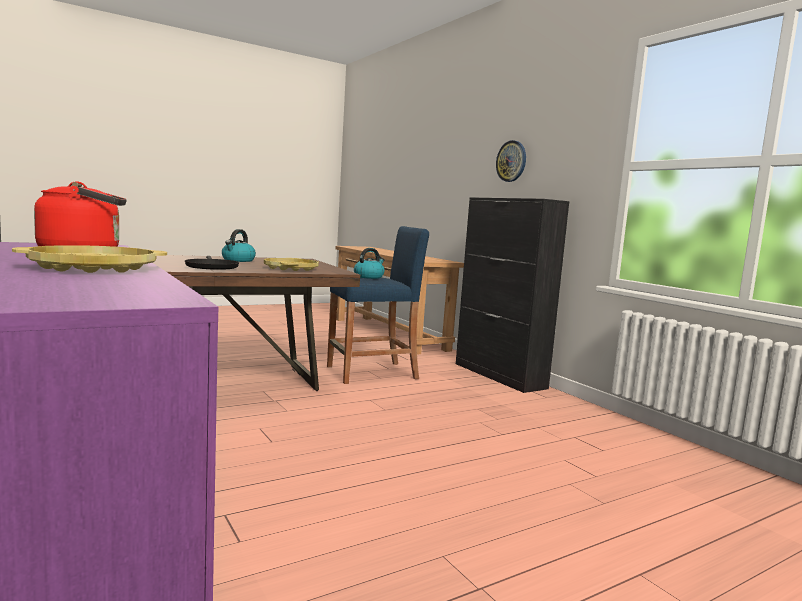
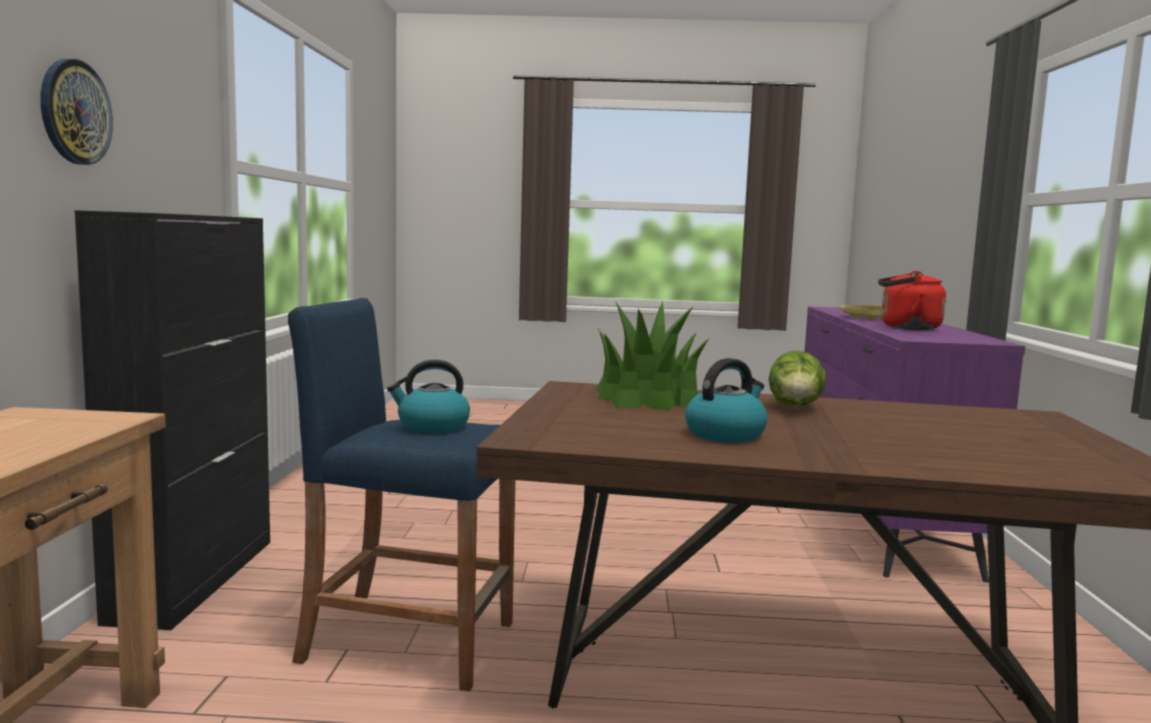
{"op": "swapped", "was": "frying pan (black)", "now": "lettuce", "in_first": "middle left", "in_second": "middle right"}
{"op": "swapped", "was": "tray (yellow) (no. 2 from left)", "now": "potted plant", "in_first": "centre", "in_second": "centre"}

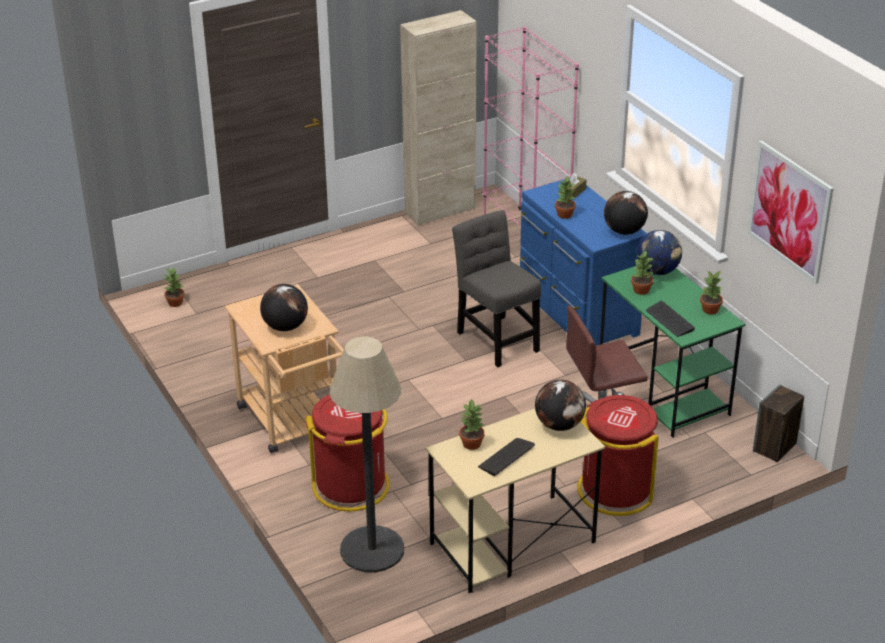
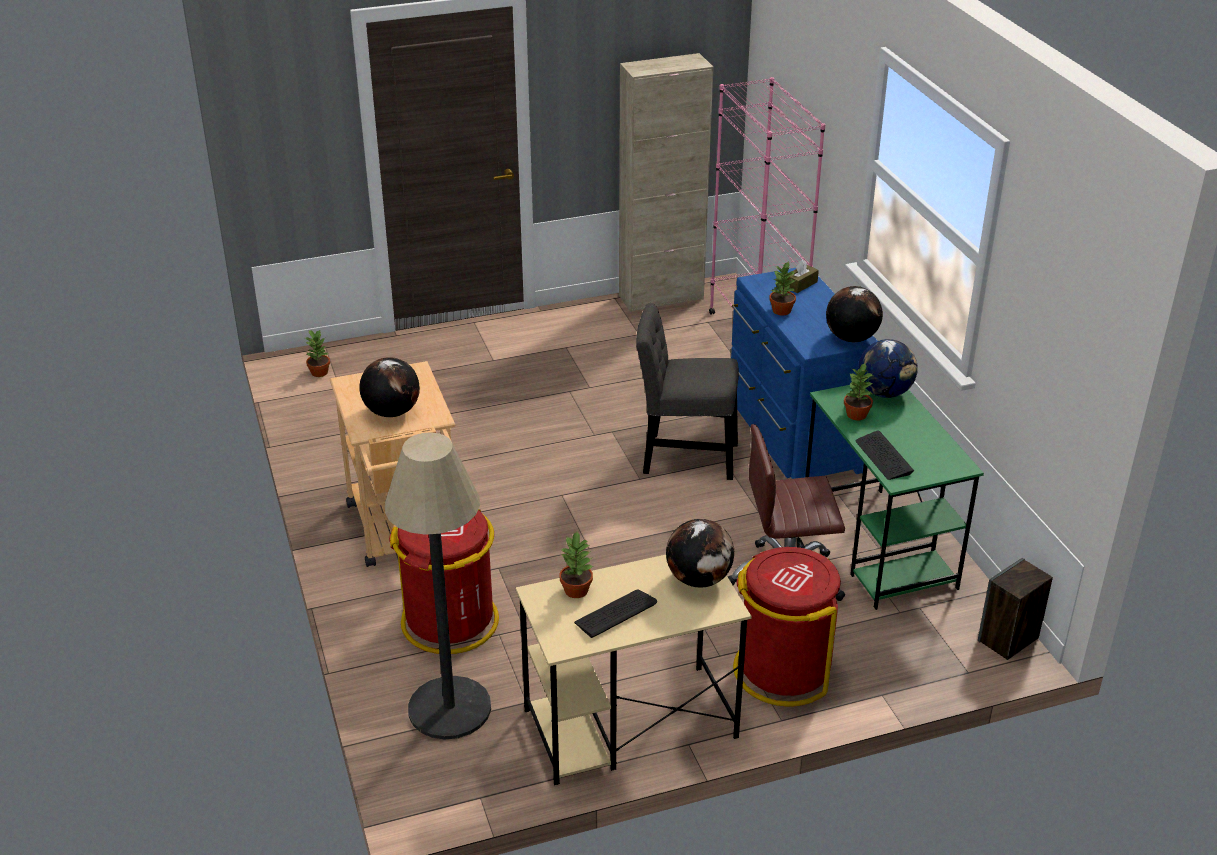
{"op": "rotated", "was": "chair (grey)", "in_first": "centre", "in_second": "centre", "clockwise": -60}
{"op": "gone", "was": "potted plant (no. 5 from left)", "in_first": "middle right"}
{"op": "gone", "was": "picture", "in_first": "top right"}

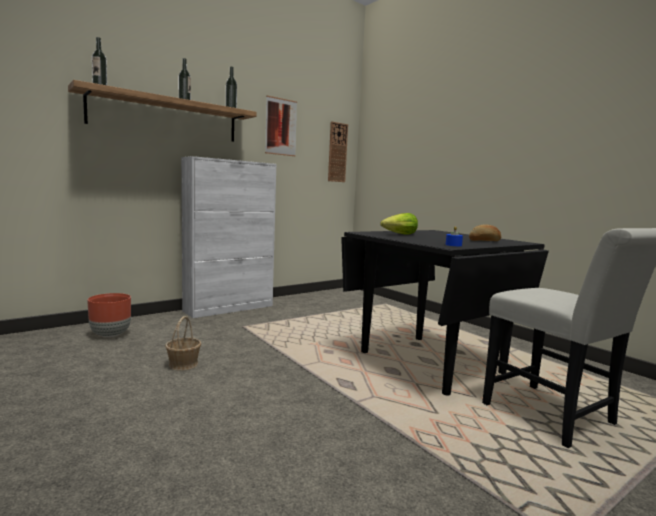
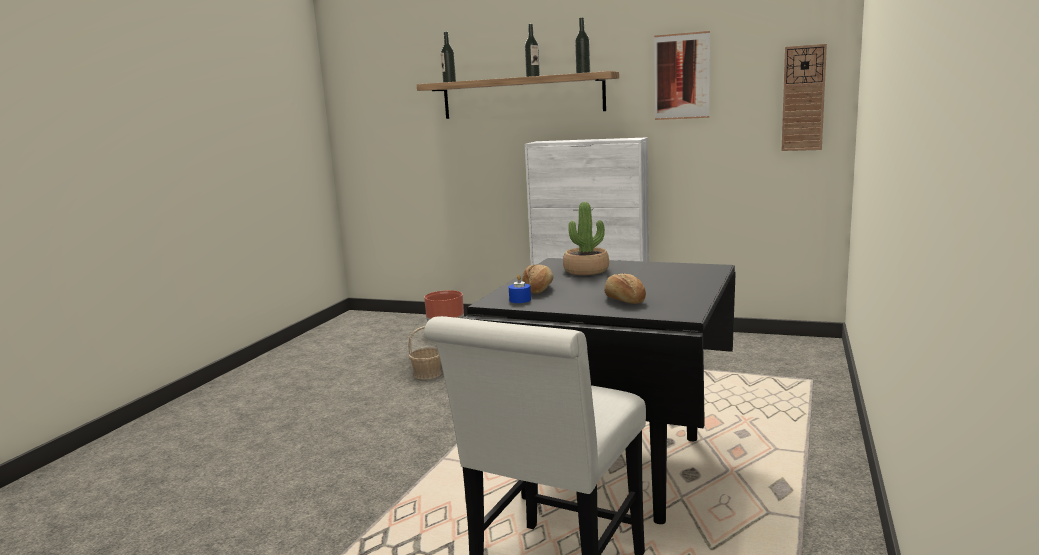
{"op": "swapped", "was": "lettuce", "now": "potted plant", "in_first": "centre", "in_second": "centre"}
{"op": "new", "now": "bread (no. 1 from left)", "in_second": "centre"}

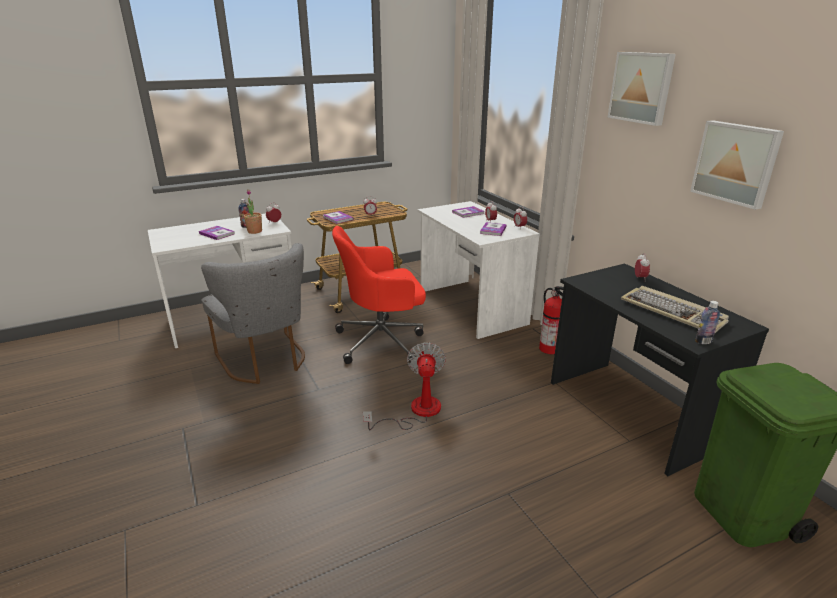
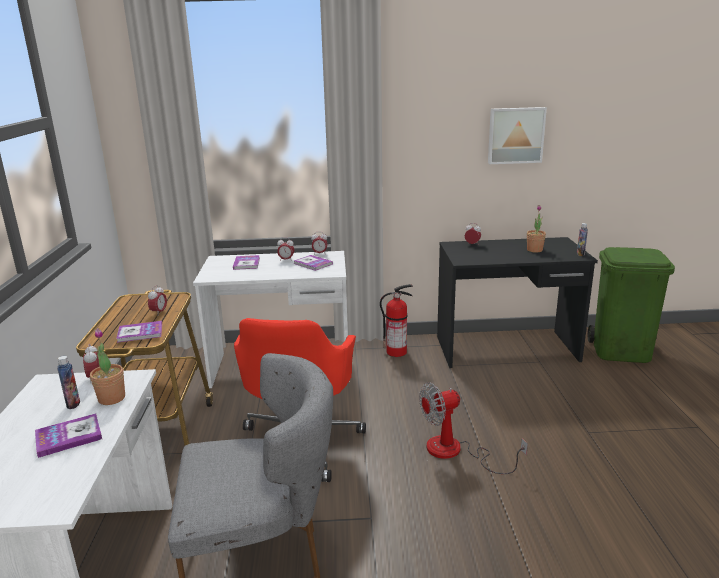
{"op": "rotated", "was": "fan", "in_first": "centre", "in_second": "bottom centre", "clockwise": -45}
{"op": "gone", "was": "picture (no. 1 from left)", "in_first": "top right"}
{"op": "swapped", "was": "keyboard", "now": "potted plant (no. 2 from left)", "in_first": "middle right", "in_second": "middle right"}

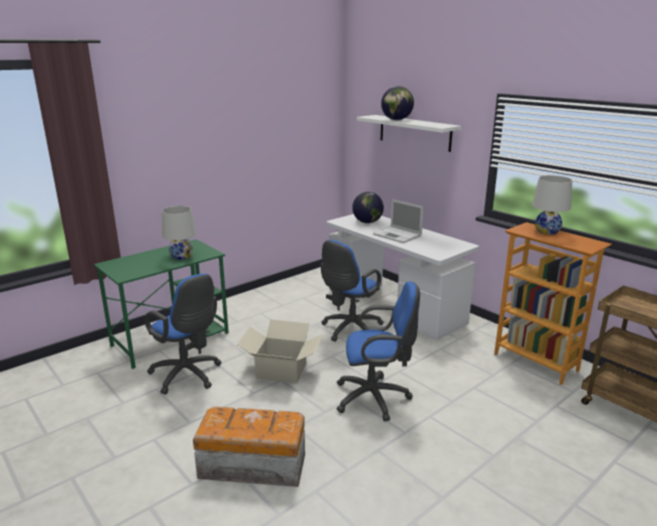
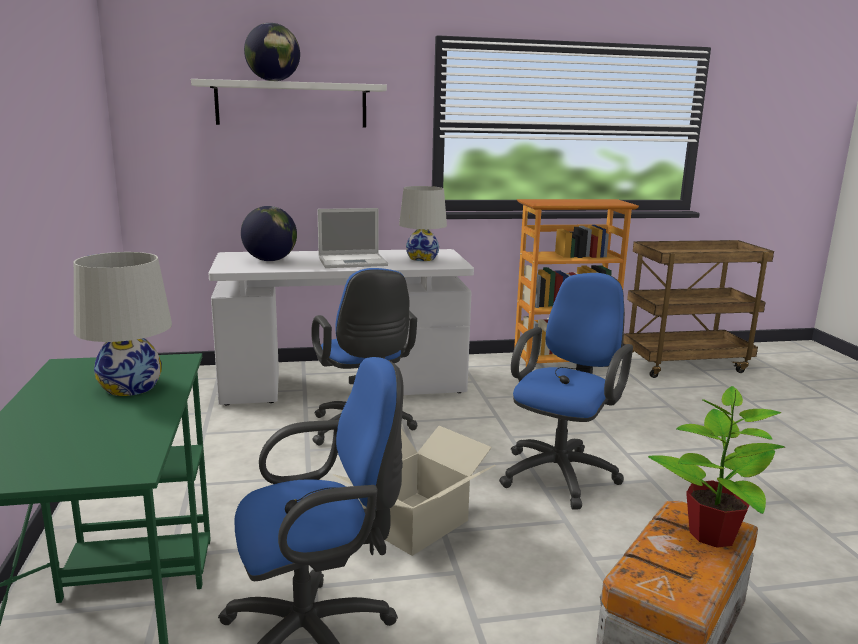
{"op": "shifted", "was": "table lamp (white) (no. 2 from left)", "in_first": "middle right", "in_second": "centre"}
{"op": "new", "now": "potted plant", "in_second": "bottom right"}

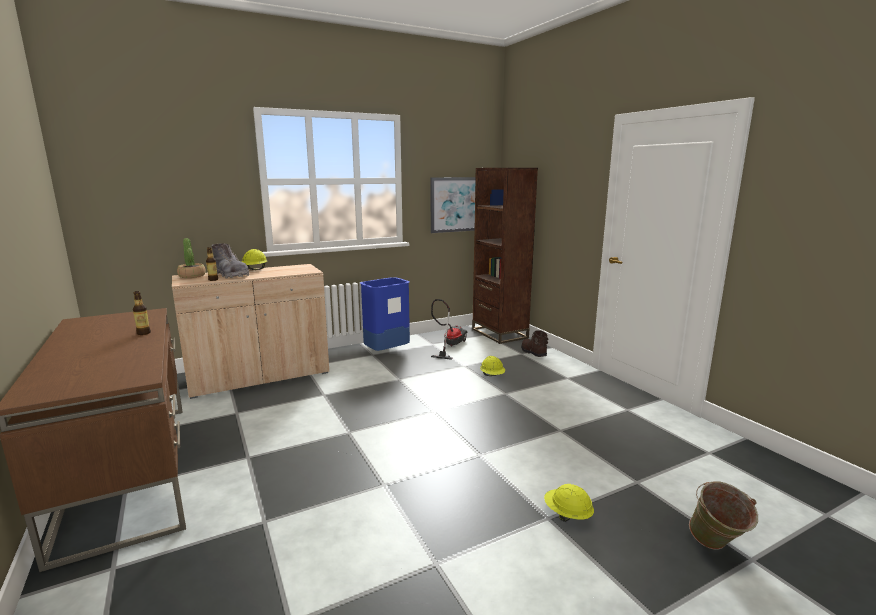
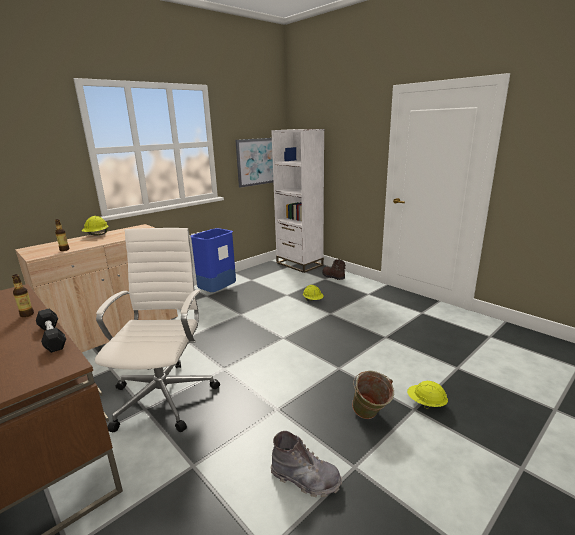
{"op": "gone", "was": "potted plant", "in_first": "middle left"}
{"op": "shifted", "was": "boot (grey)", "in_first": "middle left", "in_second": "bottom centre"}
{"op": "gone", "was": "vacuum cleaner", "in_first": "centre"}
{"op": "repainted", "was": "bookcase (brown)", "now": "bookcase (white)", "in_first": "centre", "in_second": "centre"}
{"op": "shifted", "was": "bucket (green)", "in_first": "bottom right", "in_second": "bottom centre"}
{"op": "new", "now": "dumbbell (black)", "in_second": "middle left"}
{"op": "new", "now": "office chair (white)", "in_second": "middle left"}

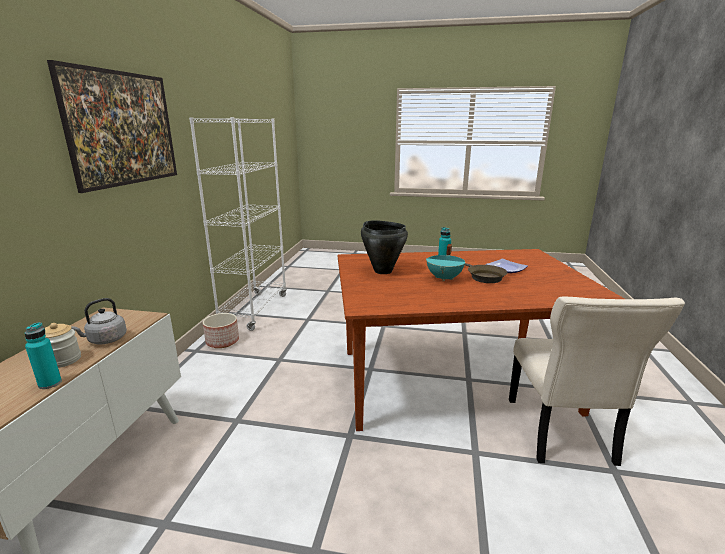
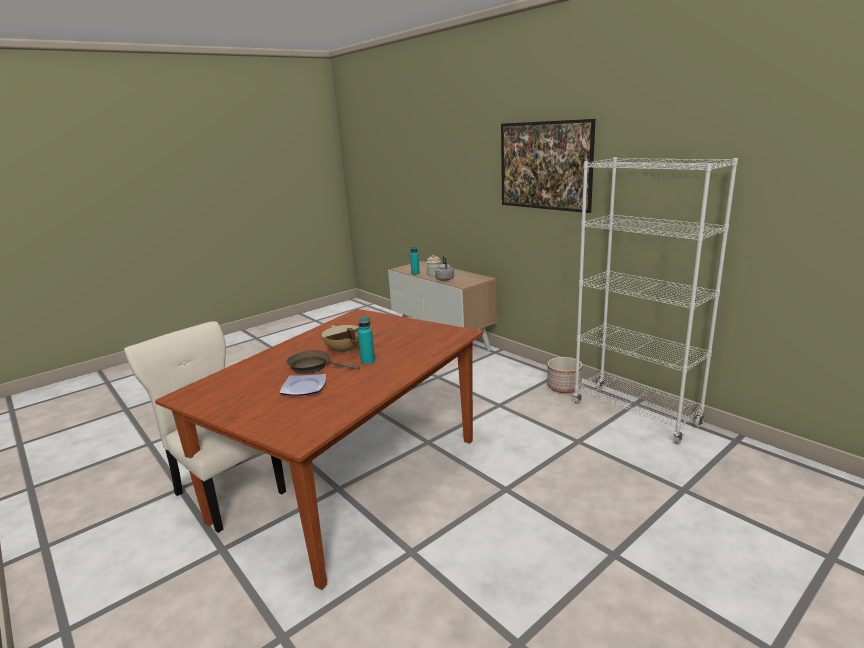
{"op": "gone", "was": "cooking pot (black)", "in_first": "centre"}
{"op": "repainted", "was": "cooking pot (turquoise)", "now": "cooking pot (beige)", "in_first": "centre", "in_second": "centre"}

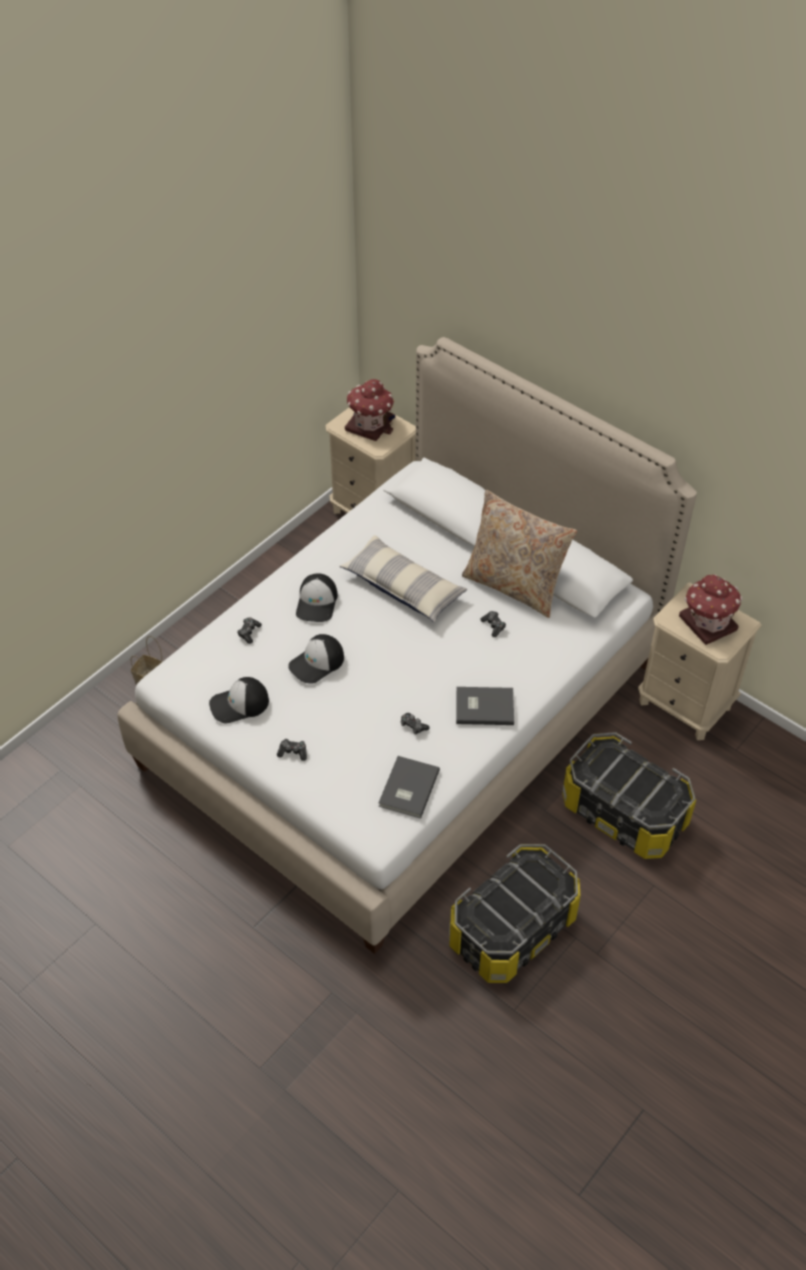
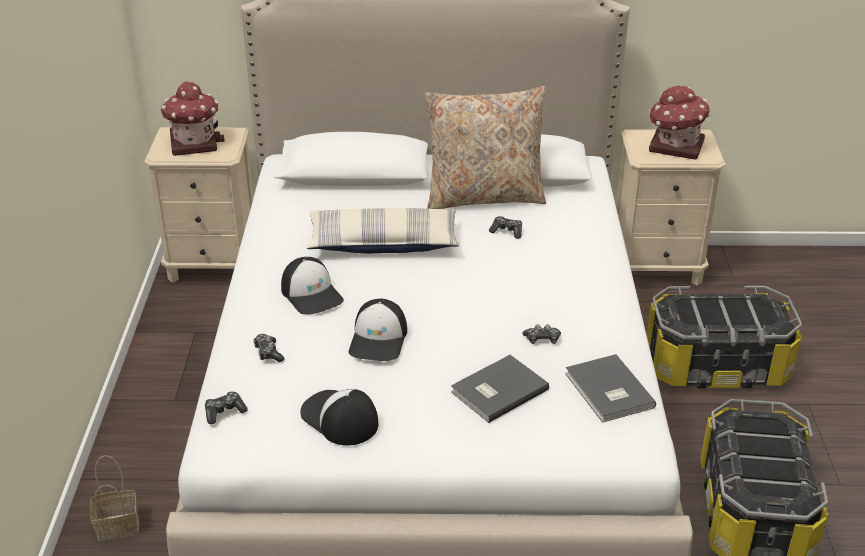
{"op": "rotated", "was": "cap (no. 1 from left in the first image)", "in_first": "middle left", "in_second": "bottom centre", "clockwise": 105}
{"op": "shifted", "was": "game controller (no. 2 from left in the first image)", "now": "game controller (no. 1 from left)", "in_first": "centre", "in_second": "bottom left"}
{"op": "shifted", "was": "book (grey) (no. 2 from left in the first image)", "now": "book (grey) (no. 1 from left)", "in_first": "centre", "in_second": "bottom centre"}

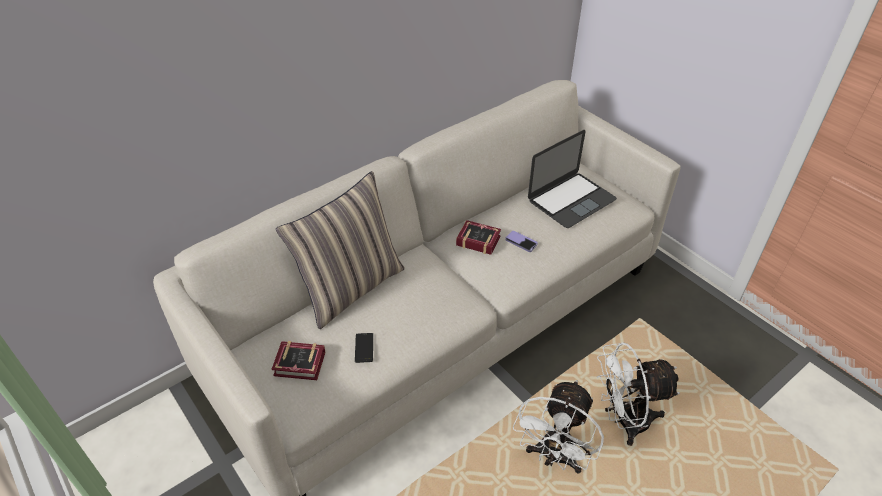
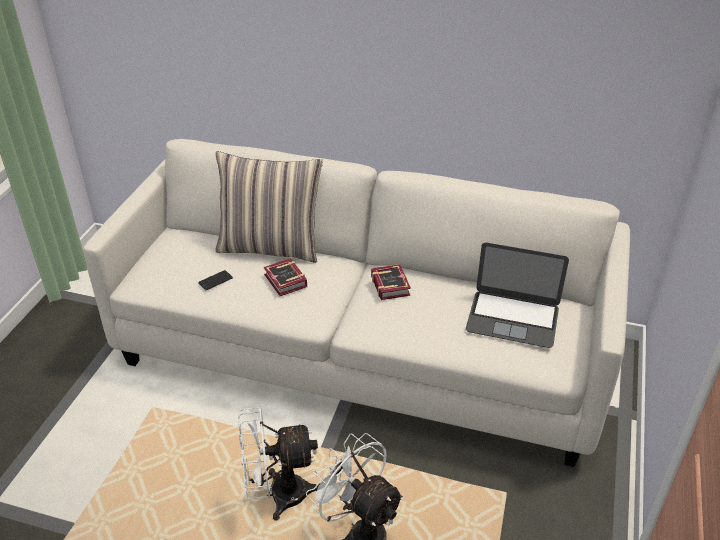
{"op": "shifted", "was": "book (no. 1 from left)", "in_first": "bottom centre", "in_second": "centre"}
{"op": "gone", "was": "phone (no. 2 from left)", "in_first": "centre"}

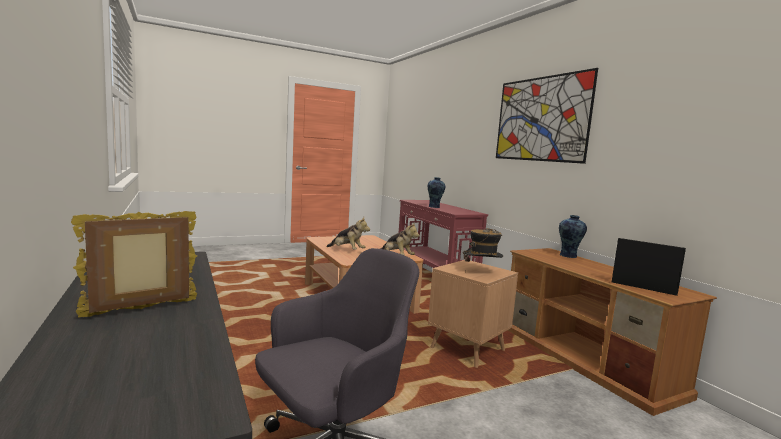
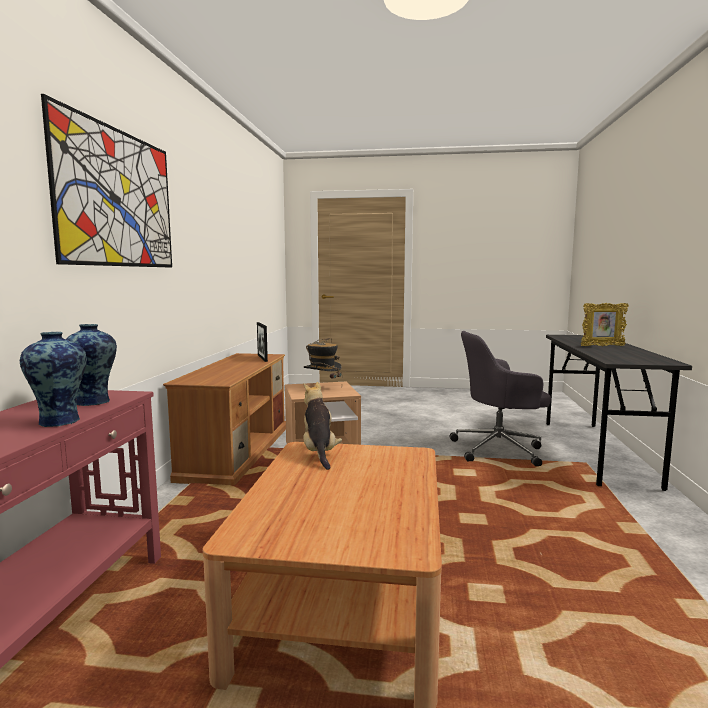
{"op": "gone", "was": "plush toy (no. 1 from left)", "in_first": "centre"}
{"op": "shifted", "was": "vase (no. 2 from left)", "in_first": "middle right", "in_second": "middle left"}

